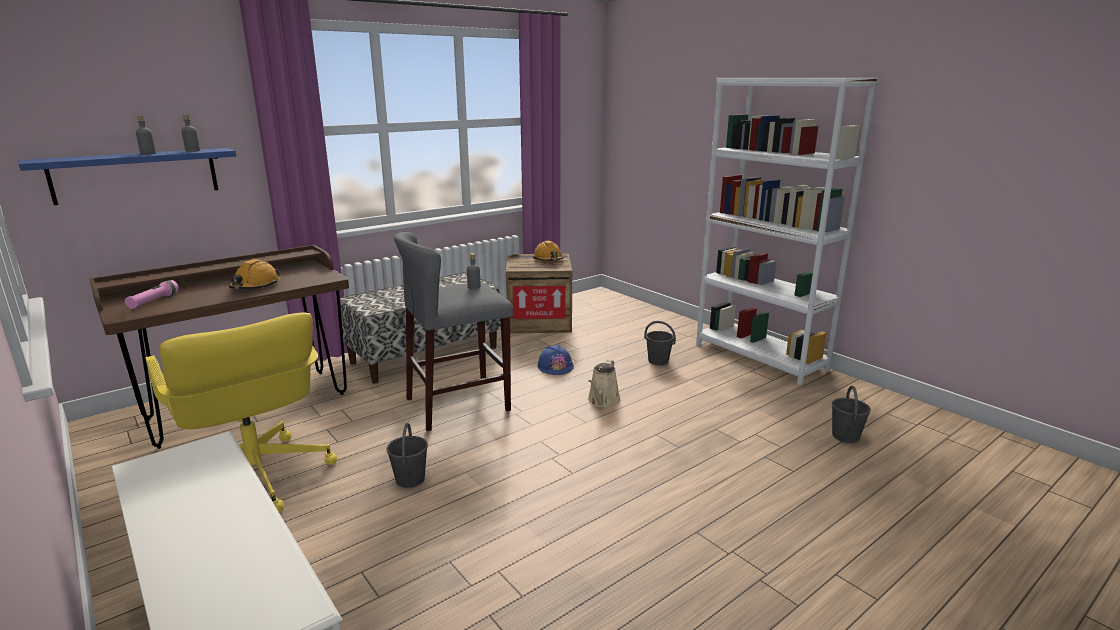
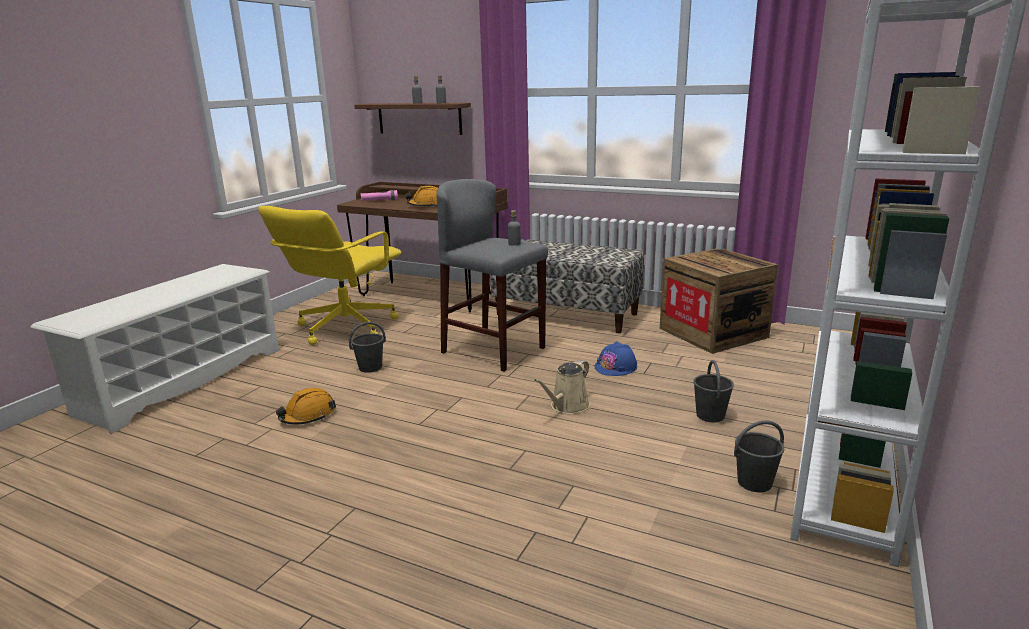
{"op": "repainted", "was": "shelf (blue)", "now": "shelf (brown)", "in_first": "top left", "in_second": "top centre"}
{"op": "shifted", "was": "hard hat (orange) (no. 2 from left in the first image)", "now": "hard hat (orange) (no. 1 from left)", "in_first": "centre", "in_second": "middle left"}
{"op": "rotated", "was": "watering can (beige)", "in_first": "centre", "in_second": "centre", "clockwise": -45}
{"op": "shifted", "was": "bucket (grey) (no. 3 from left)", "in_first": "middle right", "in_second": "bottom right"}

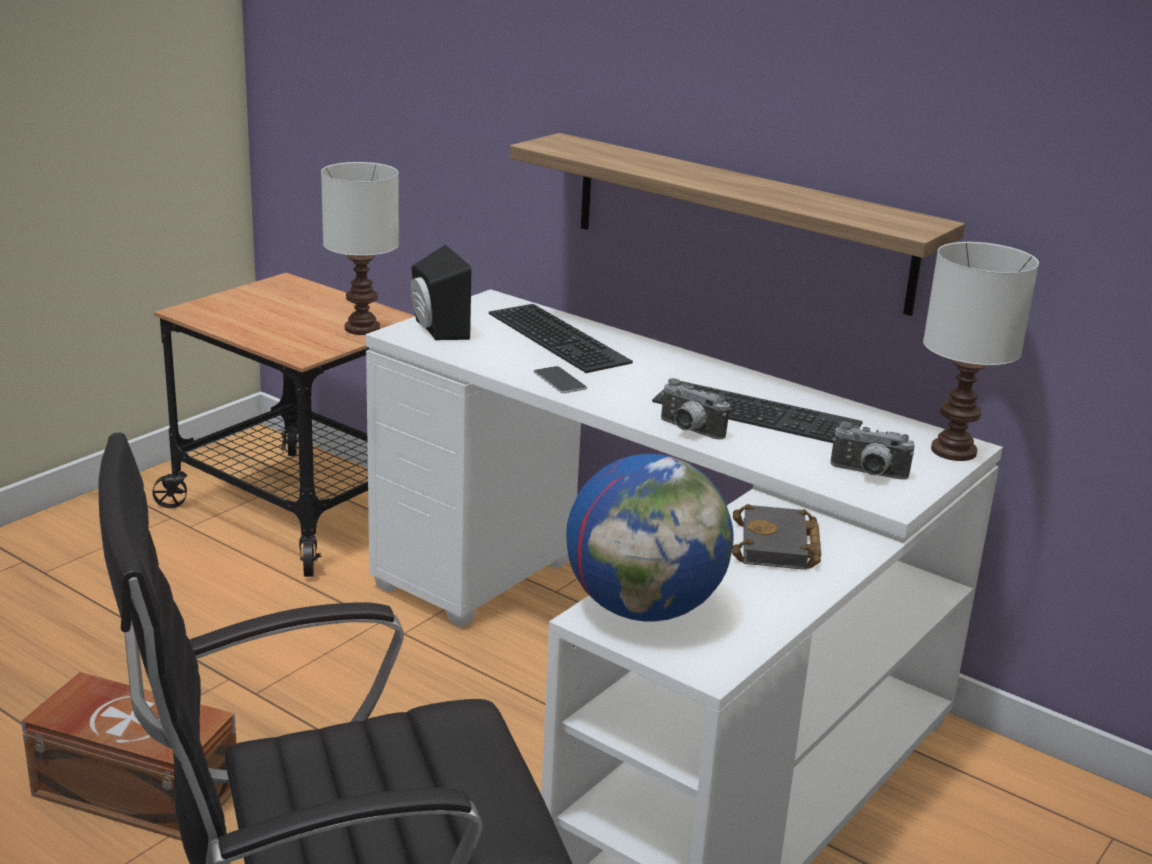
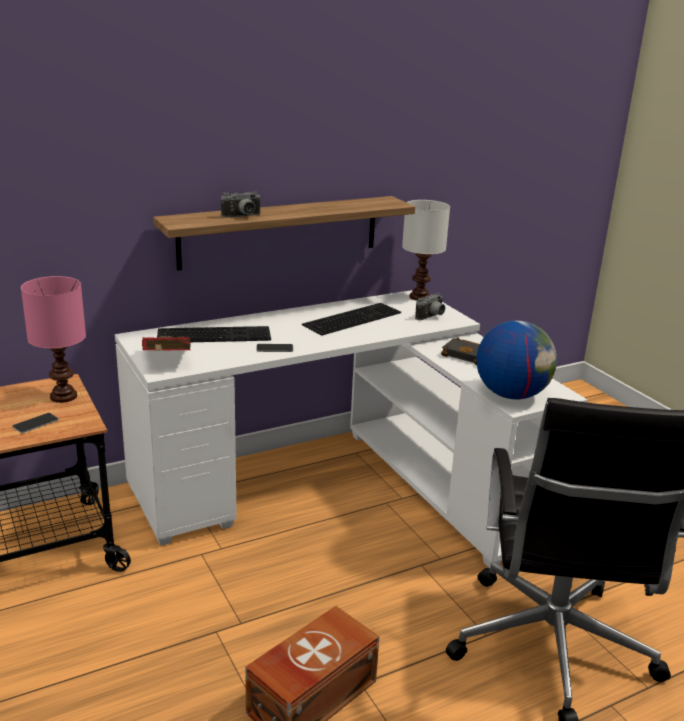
{"op": "repainted", "was": "table lamp (white) (no. 1 from left)", "now": "table lamp (pink)", "in_first": "top left", "in_second": "middle left"}
{"op": "swapped", "was": "speaker (black)", "now": "book (red)", "in_first": "centre", "in_second": "middle left"}
{"op": "shifted", "was": "photo camera (no. 1 from left)", "in_first": "centre", "in_second": "top centre"}
{"op": "new", "now": "phone (no. 1 from left)", "in_second": "middle left"}

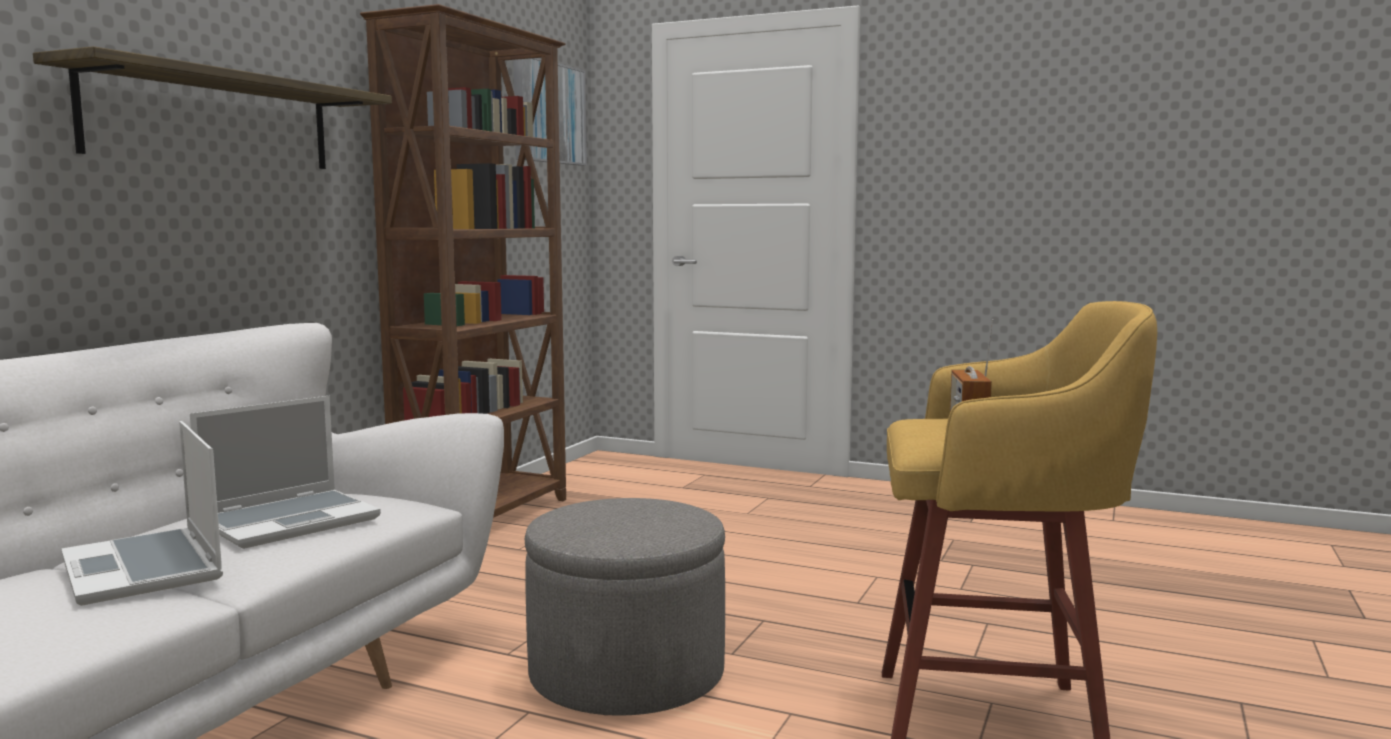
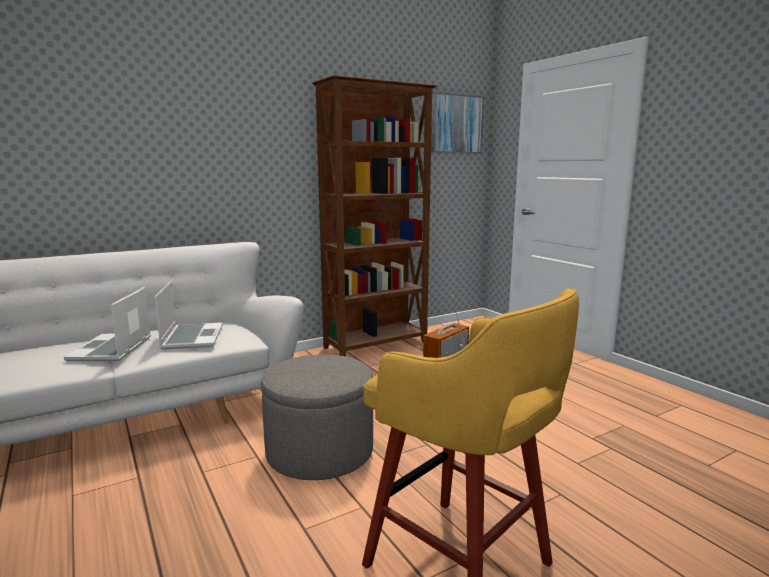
{"op": "gone", "was": "shelf", "in_first": "top left"}
{"op": "rotated", "was": "laptop (no. 2 from left)", "in_first": "middle left", "in_second": "middle left", "clockwise": -90}

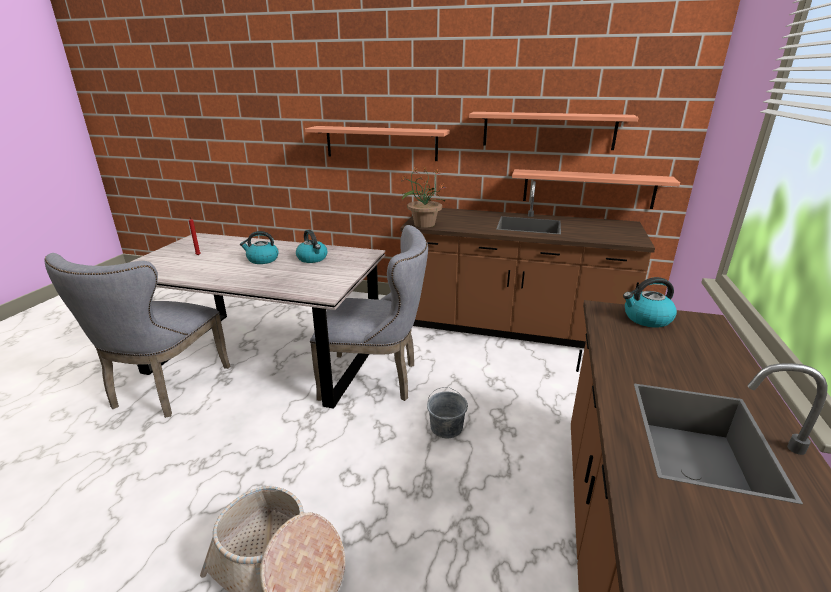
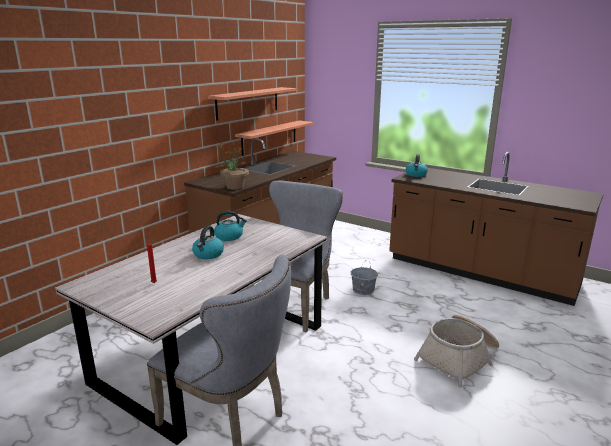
{"op": "gone", "was": "shelf (no. 1 from left)", "in_first": "top centre"}

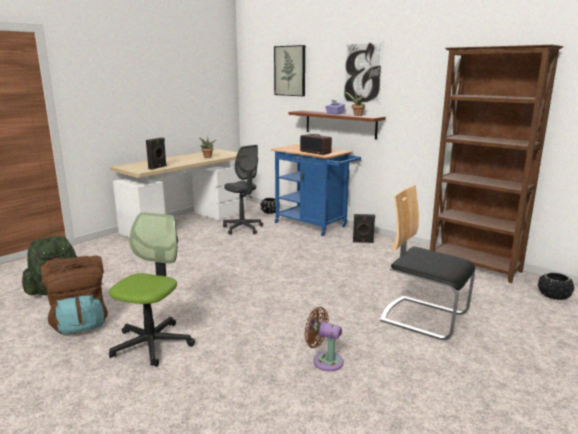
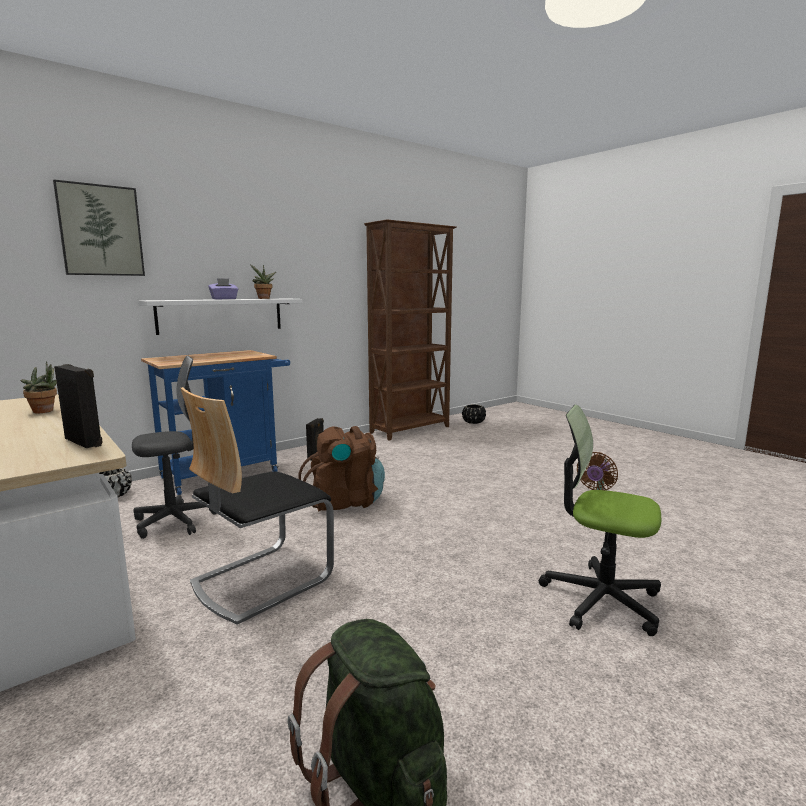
{"op": "shifted", "was": "backpack (brown)", "in_first": "bottom left", "in_second": "centre"}
{"op": "repainted", "was": "shelf (brown)", "now": "shelf (white)", "in_first": "top centre", "in_second": "middle left"}
{"op": "gone", "was": "radio", "in_first": "top centre"}
{"op": "gone", "was": "picture (no. 2 from left)", "in_first": "top centre"}
{"op": "shifted", "was": "chair", "in_first": "middle right", "in_second": "middle left"}

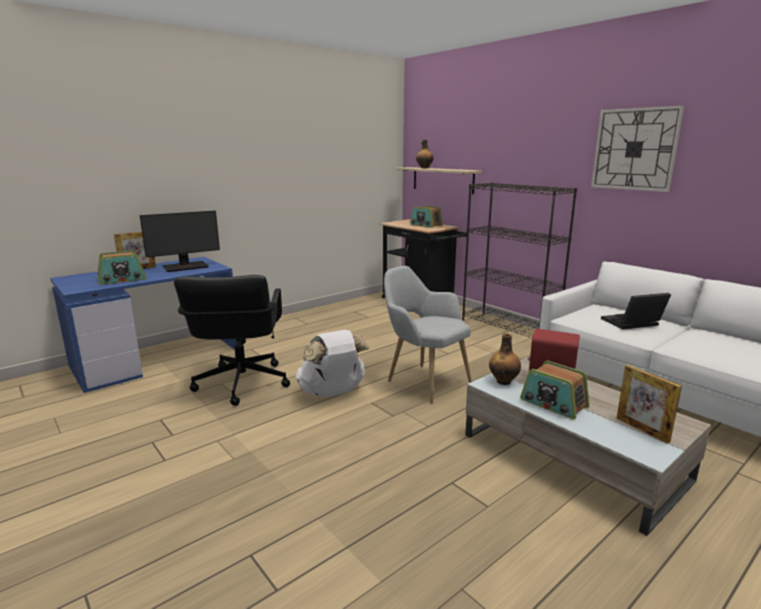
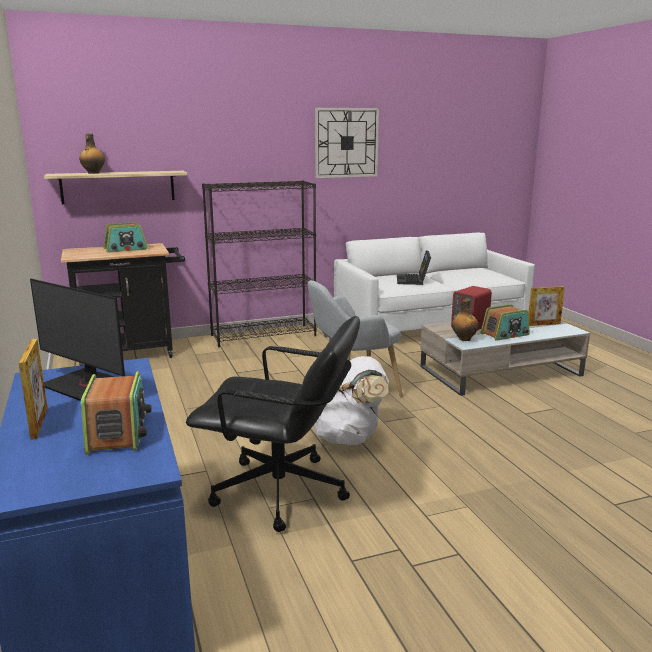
{"op": "rotated", "was": "monitor", "in_first": "middle left", "in_second": "middle left", "clockwise": 135}

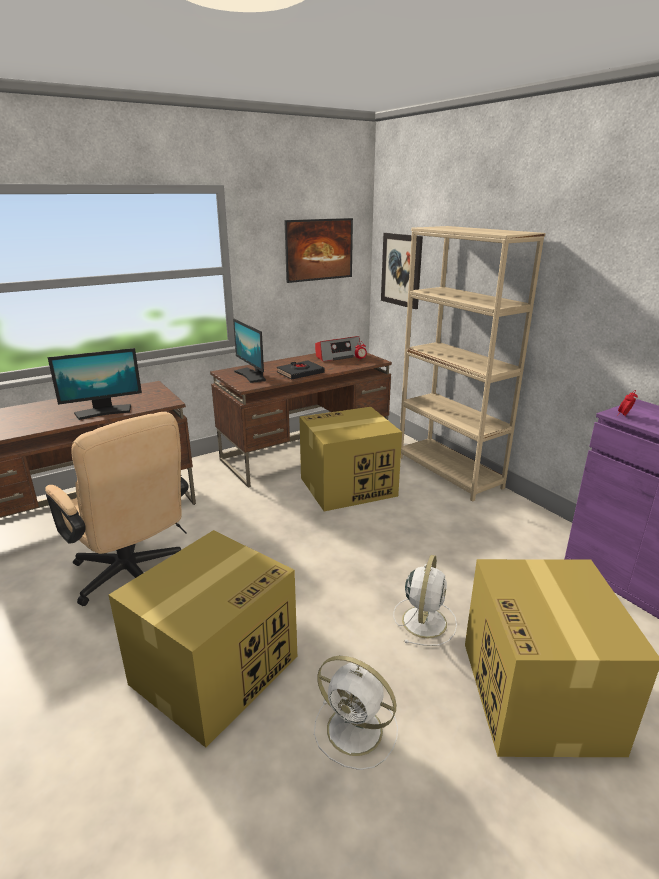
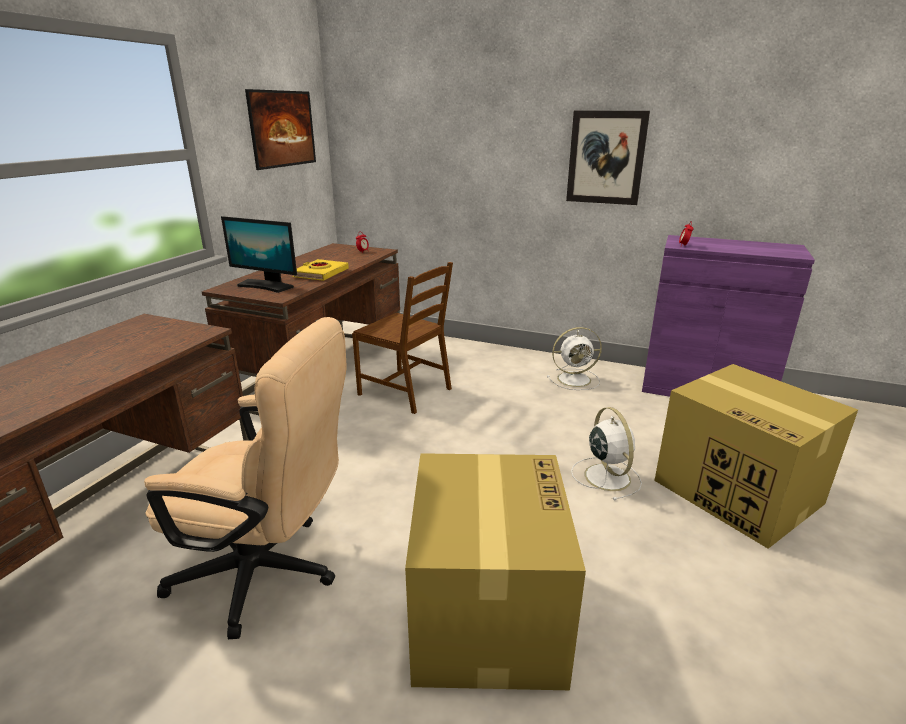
{"op": "gone", "was": "monitor (no. 1 from left)", "in_first": "middle left"}
{"op": "repainted", "was": "book (black)", "now": "book (yellow)", "in_first": "centre", "in_second": "centre"}
{"op": "swapped", "was": "cardboard box (no. 2 from left)", "now": "chair (brown)", "in_first": "centre", "in_second": "centre"}
{"op": "shifted", "was": "fan (white) (no. 1 from left)", "in_first": "bottom centre", "in_second": "centre"}
{"op": "gone", "was": "radio", "in_first": "centre"}
{"op": "shifted", "was": "picture (no. 2 from left)", "in_first": "top centre", "in_second": "top right"}
{"op": "gone", "was": "bookcase (beige)", "in_first": "middle right"}

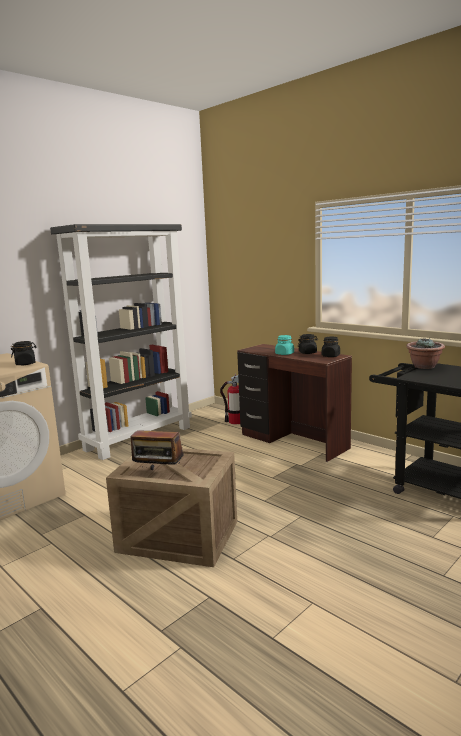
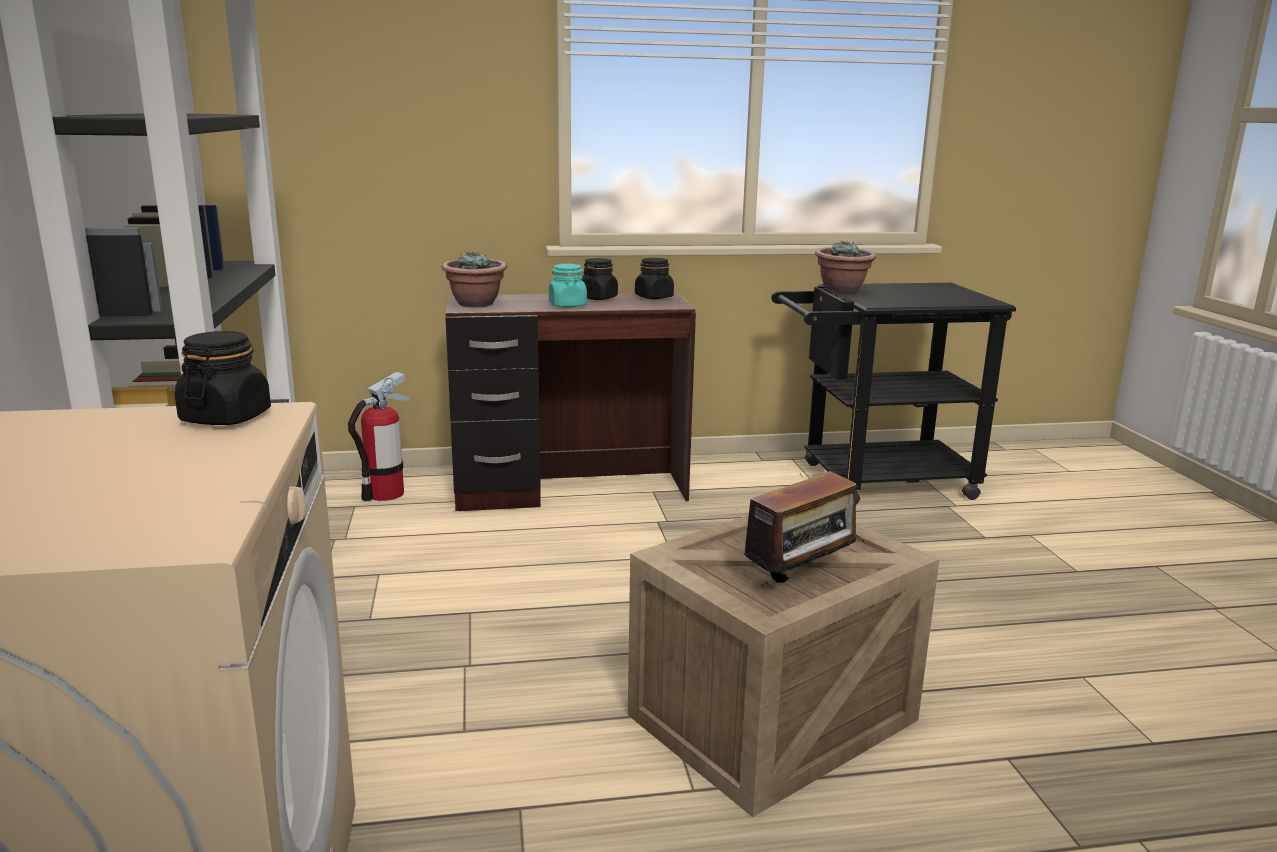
{"op": "new", "now": "potted plant (no. 1 from left)", "in_second": "top centre"}

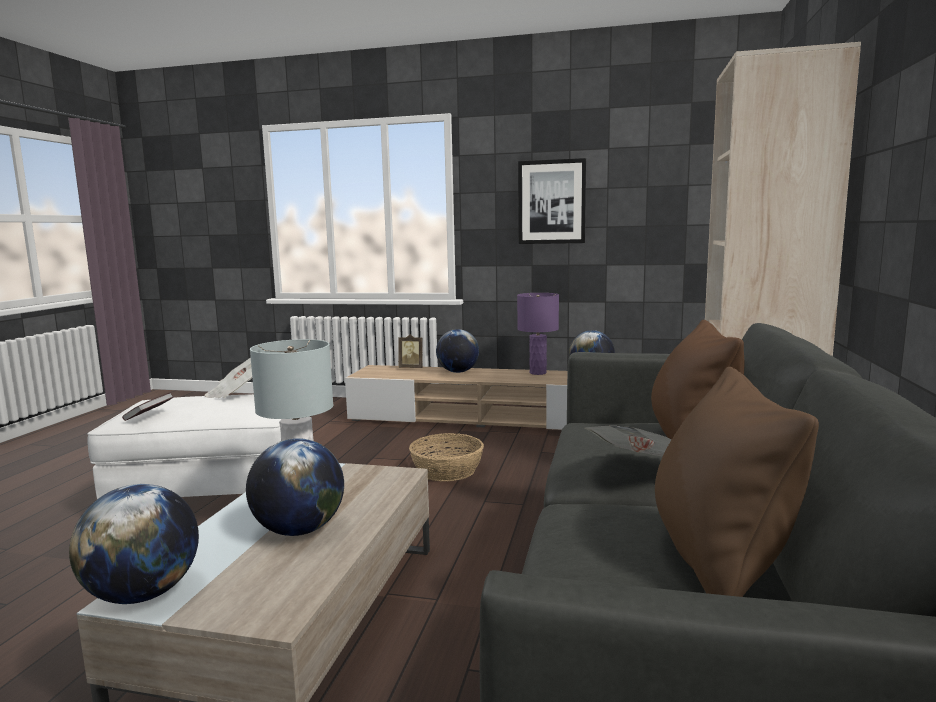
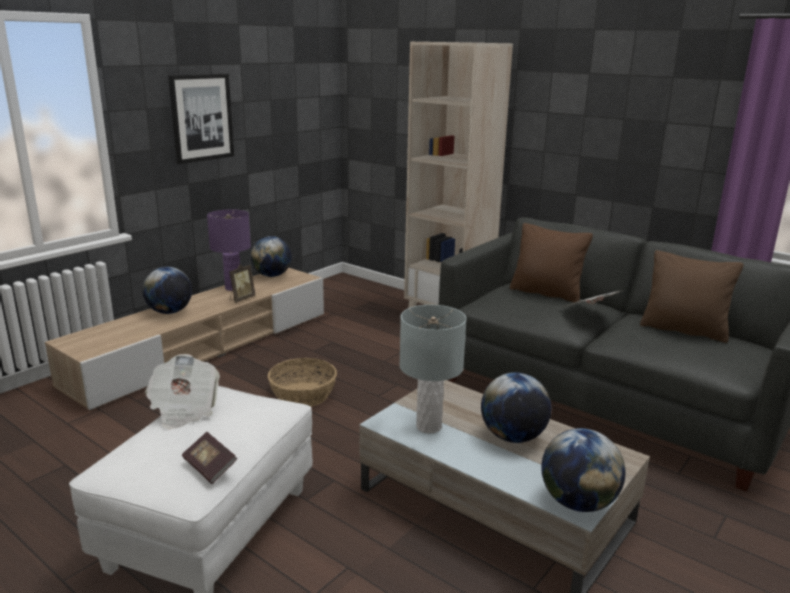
{"op": "shifted", "was": "picture frame", "in_first": "centre", "in_second": "middle left"}

